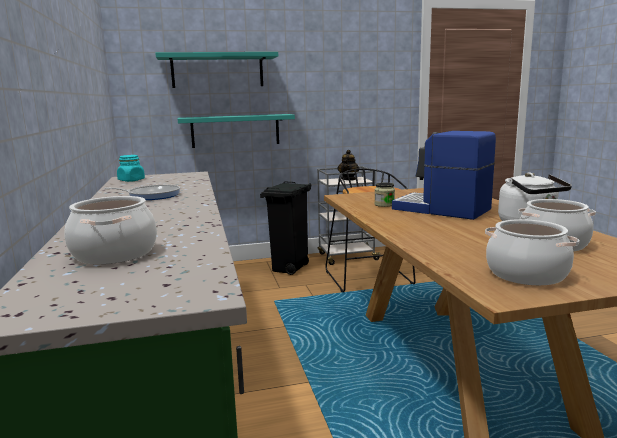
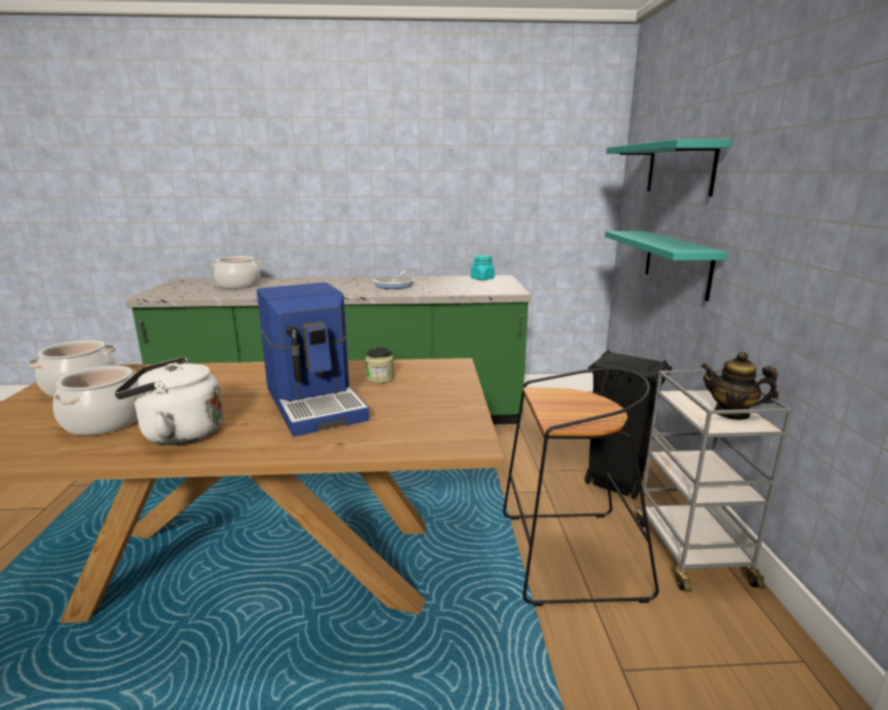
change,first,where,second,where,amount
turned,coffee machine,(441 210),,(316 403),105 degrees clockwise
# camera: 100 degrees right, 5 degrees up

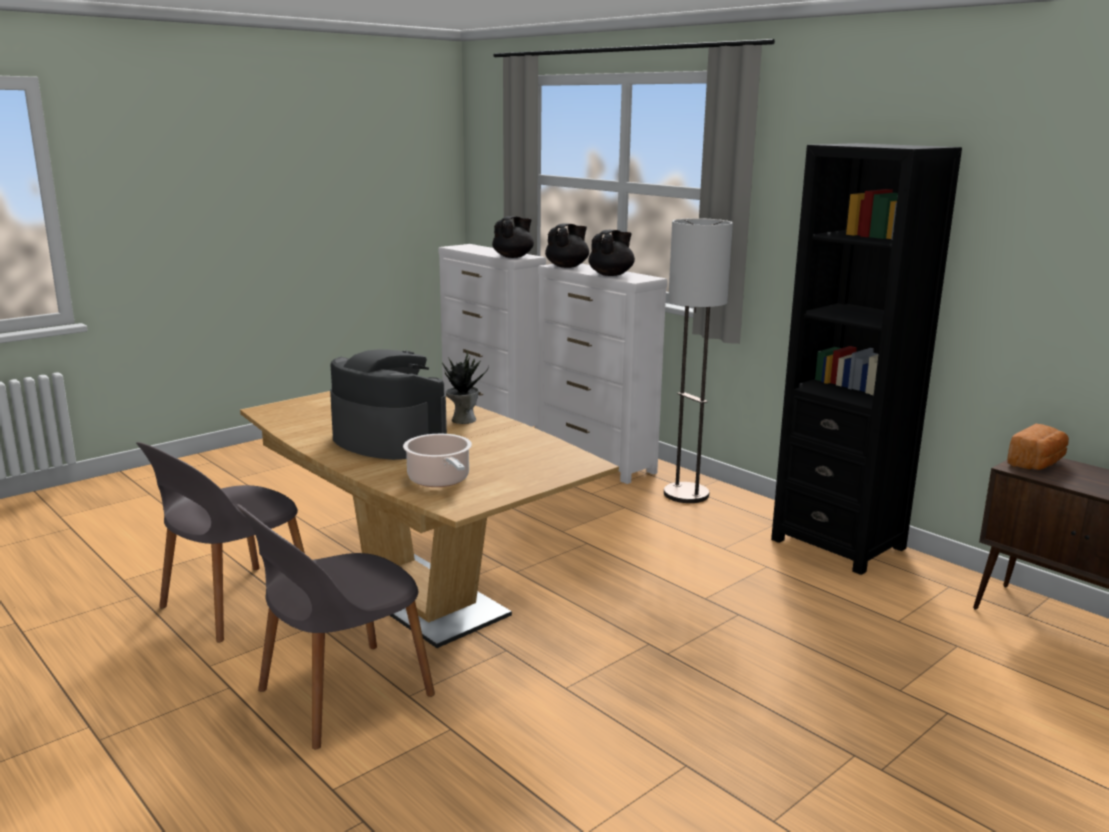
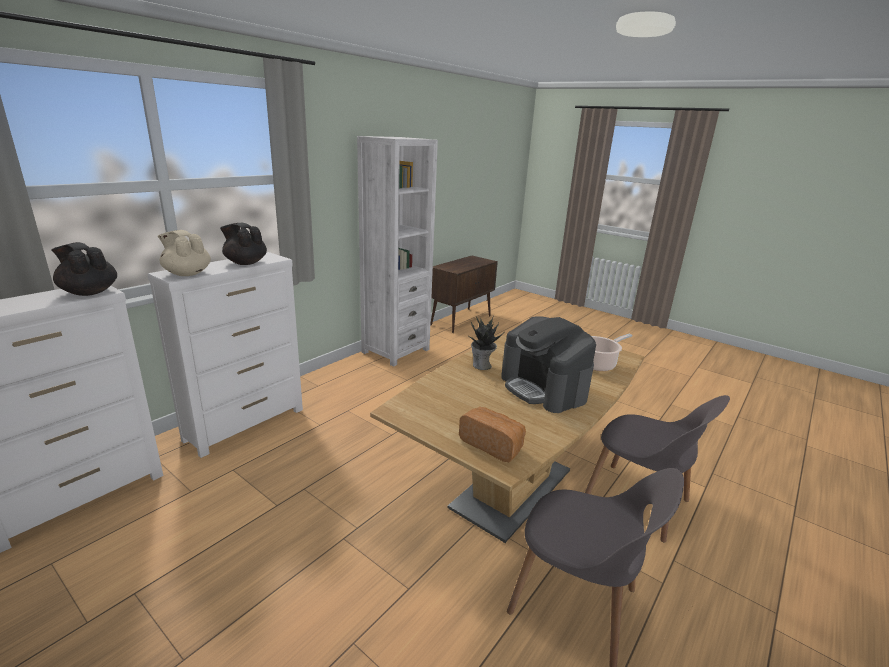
change,first,where,second,where,amount
recoloured,blackish bookcase,(838 544),white-coloured bookcase,(395 351),
removed,standing lamp,(686 494),,,
recoloured,blackish pot for tea,(567 266),sand-coloured pot for tea,(187 273),
turned,coffee machine,(388 440),,(544 388),60 degrees counterclockwise
moved,bakery bread,(1037 463),,(492 444),
# camera: 100 degrees left, 5 degrees up

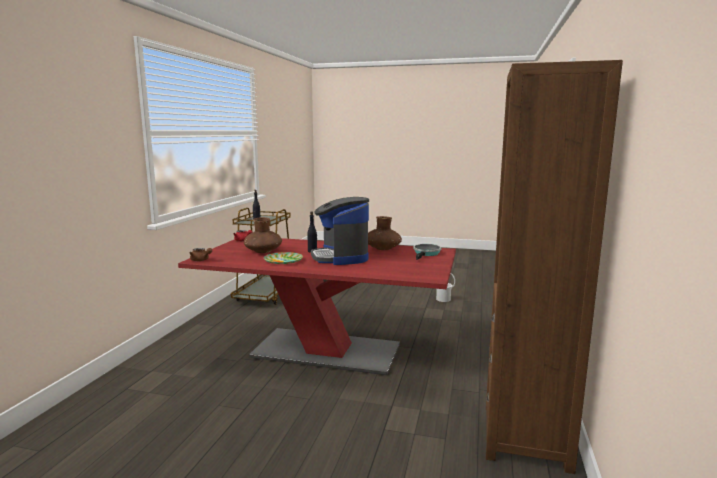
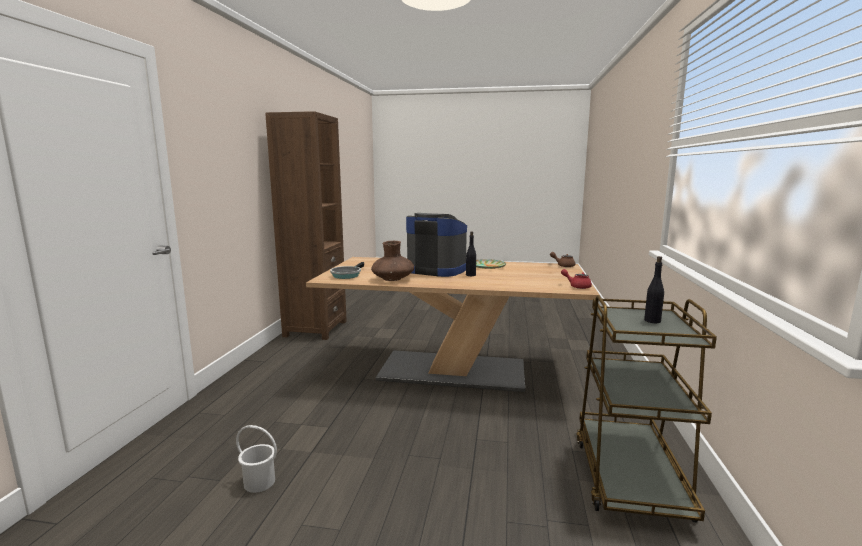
change,first,where,second,where,amount
turned,coffee machine,(340 257),,(436 270),45 degrees counterclockwise
removed,brown-coloured flower vase,(263 251),,,
recoloured,red-coloured dinner table,(326 351),sand-coloured dinner table,(452 371),
# camera: 175 degrees right, 0 degrees up

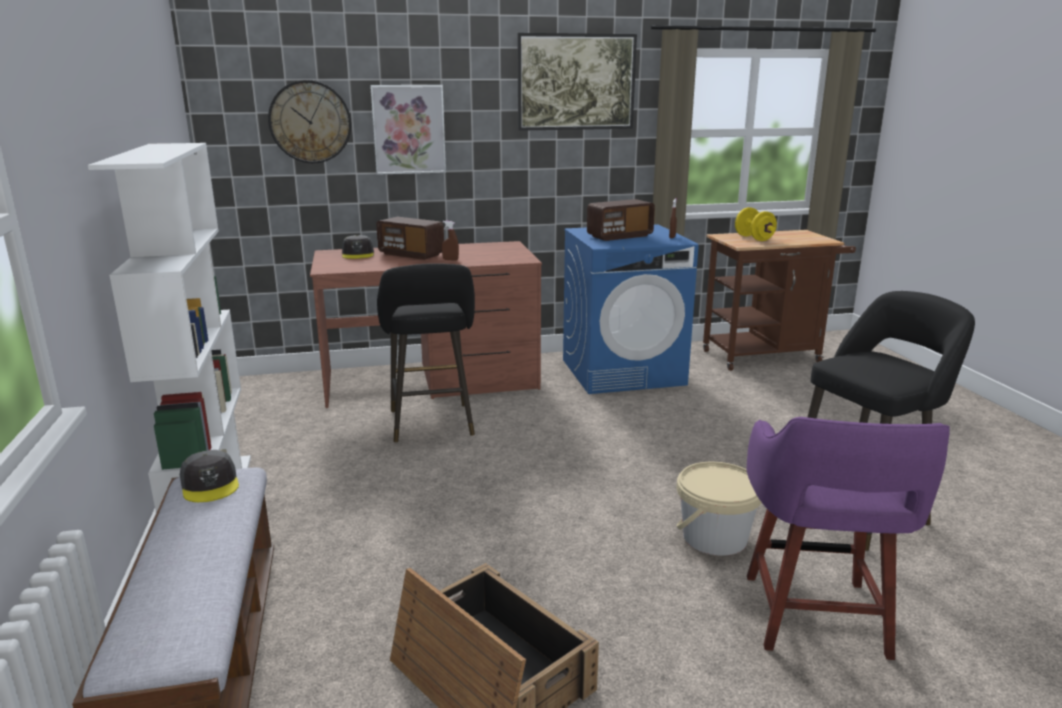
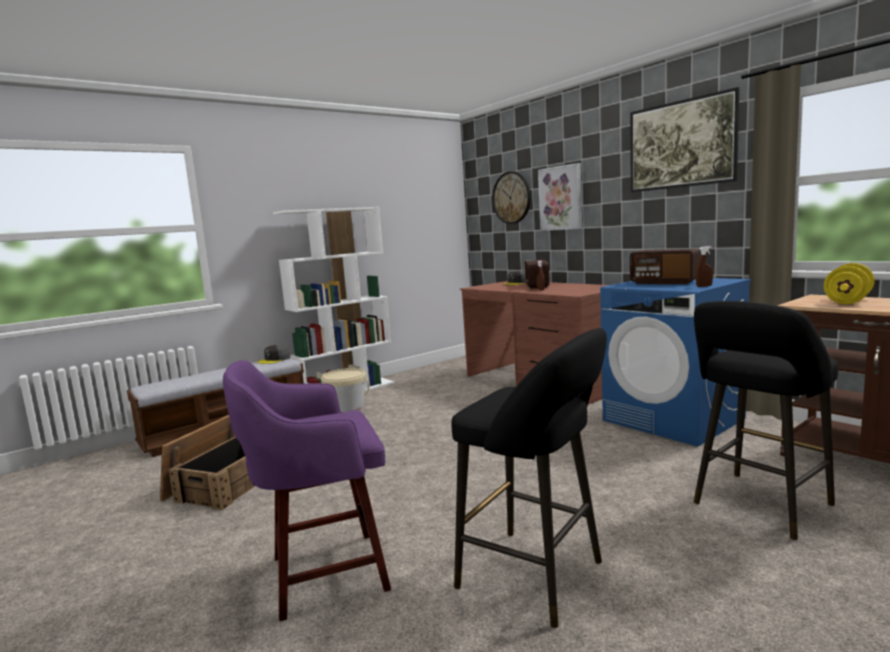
change,first,where,second,where,amount
moved,blackish stool,(432 425),,(758 506),
moved,sand-coloured water bucket,(714 537),,(346 406),
# camera: 65 degrees right, 10 degrees down

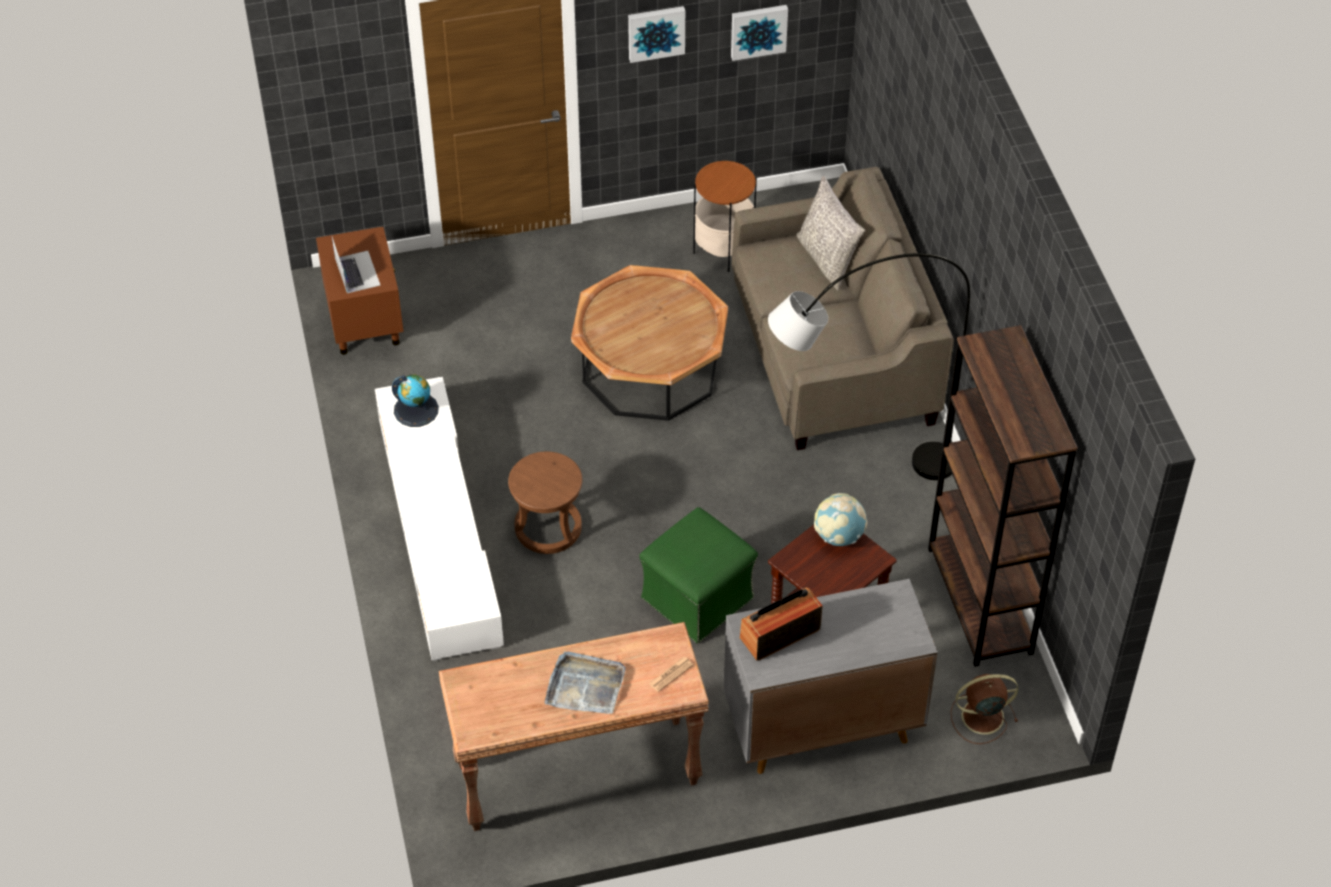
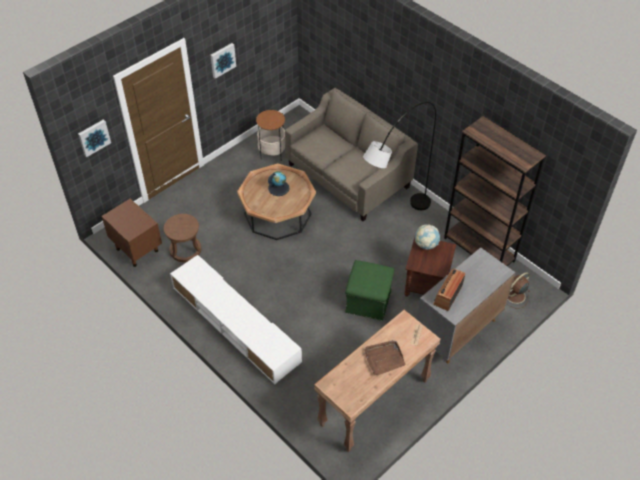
change,first,where,second,where,amount
moved,wall picture,(758 30),,(93 137),
removed,grey pillow,(827 259),,,
removed,notebook computer,(357 271),,,
moved,desk globe,(416 409),,(278 188),
moved,brown-coloured stool,(548 528),,(185 250),
recoloured,grey tray,(585 686),brown-coloured tray,(384 358),
# camera: 30 degrees left, 0 degrees up

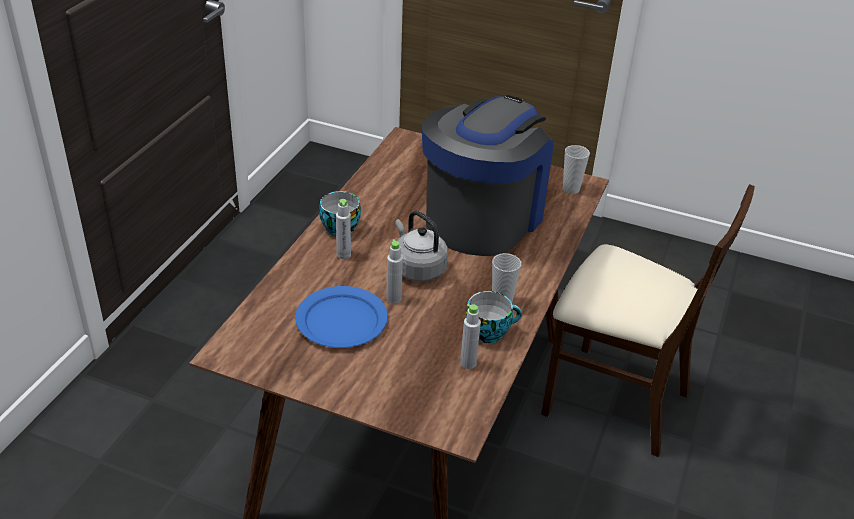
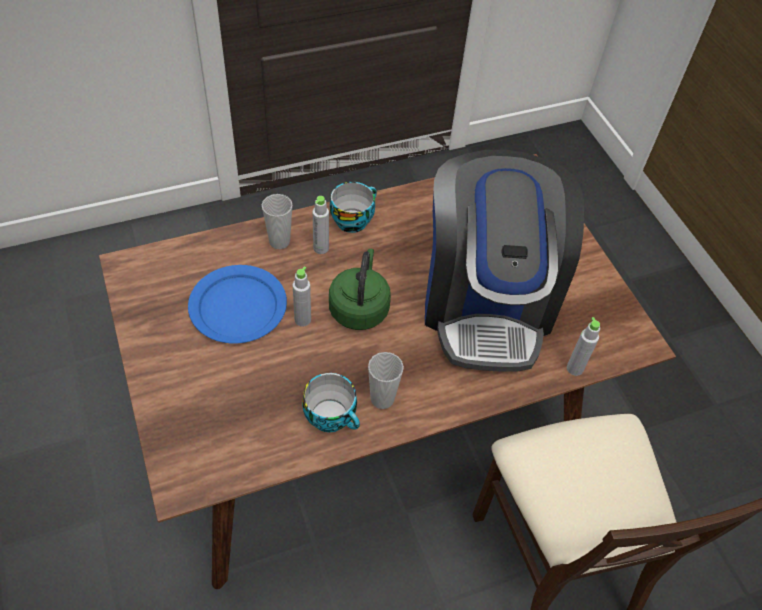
change,first,where,second,where,amount
turned,coffee machine,(483 217),,(487 302),105 degrees clockwise
moved,cup,(571 189),,(279 241),
recoloured,grey kettle,(417 268),greenish kettle,(359 307),
moved,grey drink bottle,(468 363),,(574 368),
# camera: 45 degrees right, 15 degrees up

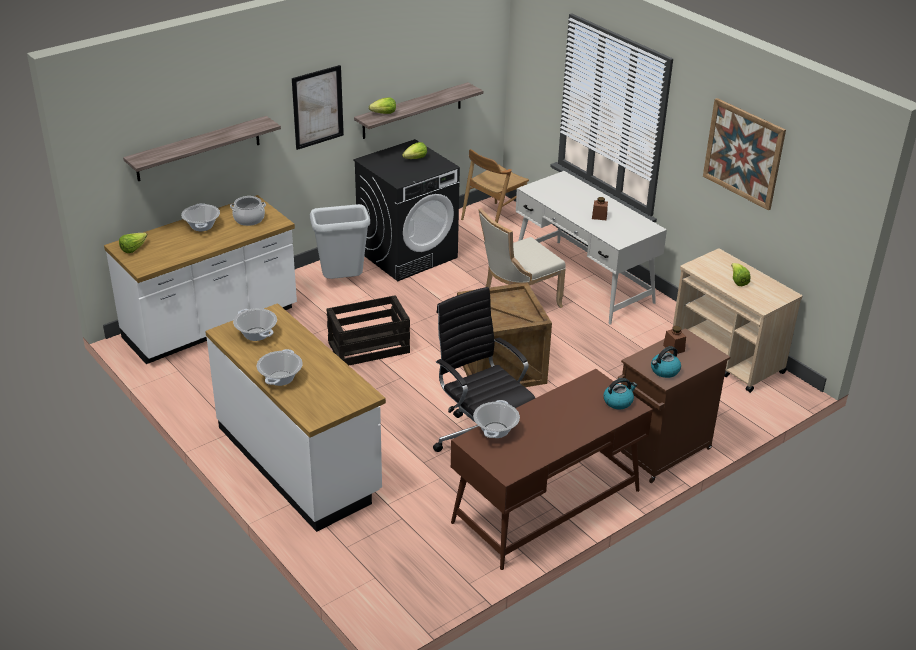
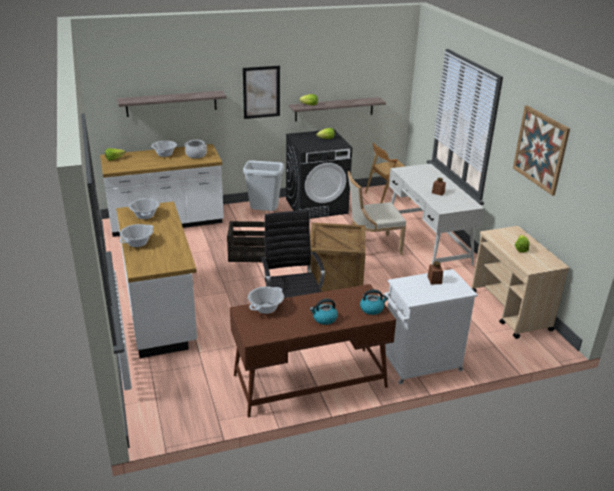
change,first,where,second,where,amount
recoloured,brown-coloured storage cabinet,(660 452),white-coloured storage cabinet,(419 364),
moved,kettle,(664 371),,(324 319),
# camera: 20 degrees right, 5 degrees down

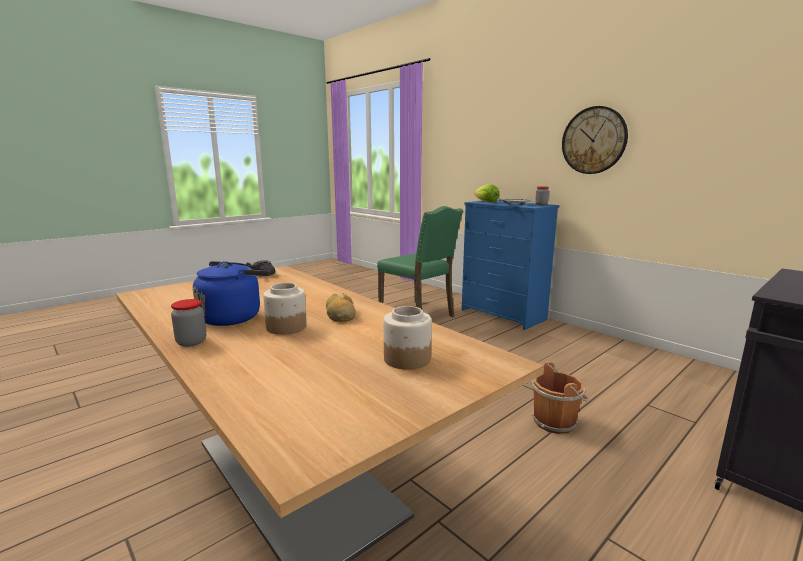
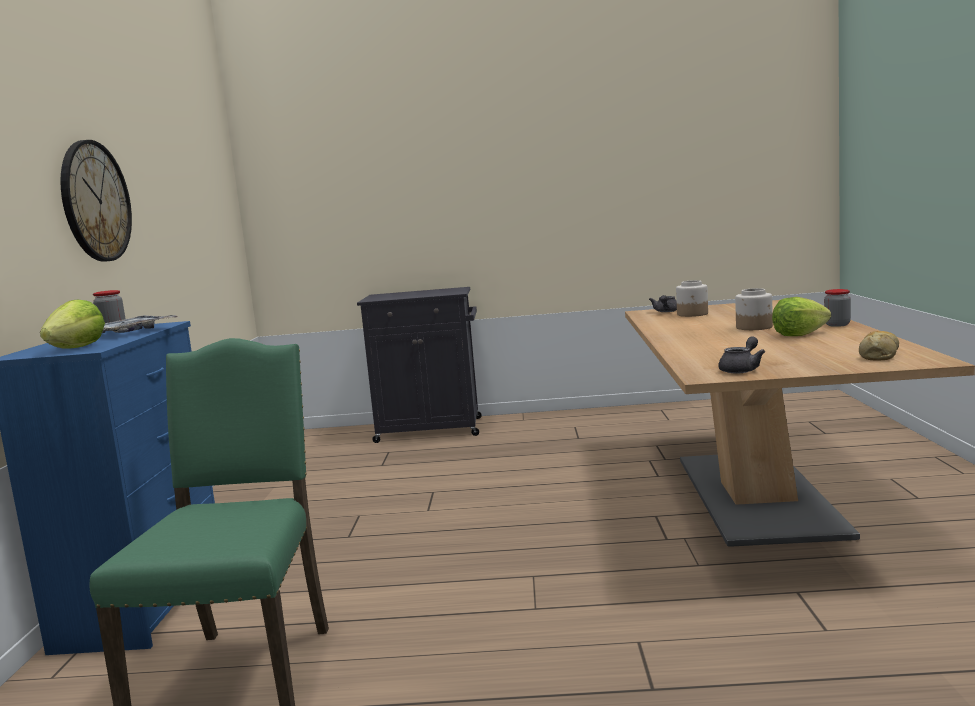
change,first,where,second,where,amount
replaced,blue-coloured kettle,(233 317),head of lettuce,(799 334),
moved,bakery bread,(340 315),,(879 355),
removed,brown-coloured water bucket,(556 421),,,
added,,,grey pot for tea,(665 312),
# camera: 135 degrees left, 5 degrees down

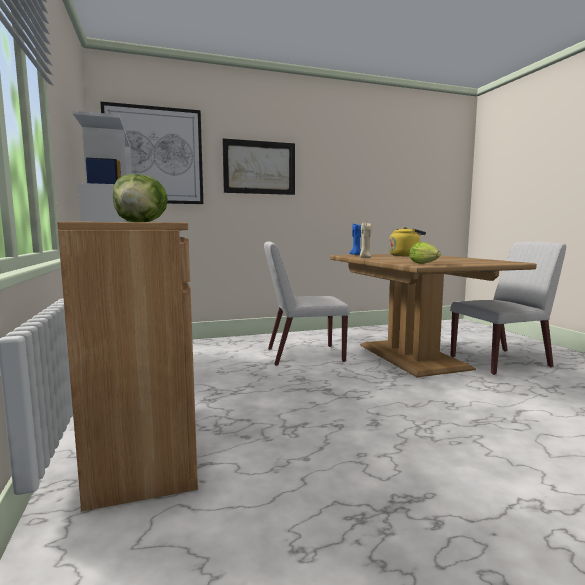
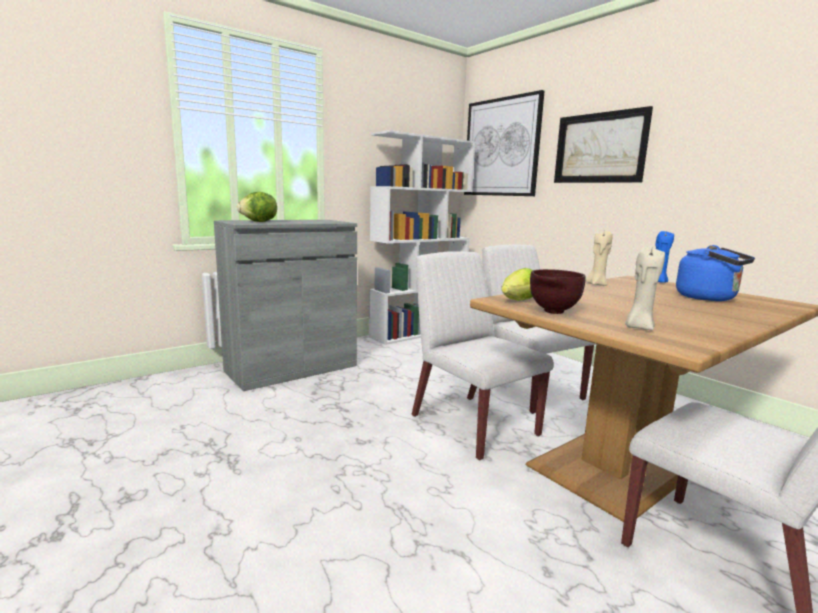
change,first,where,second,where,amount
recoloured,brown-coloured storage cabinet,(145 446),grey storage cabinet,(291 368),
recoloured,yellowish kettle,(405 255),blue-coloured kettle,(709 298),
added,,,sand-coloured wax light,(638 327),
added,,,white-coloured plain chair,(472 424),
added,,,brown-coloured deep dish,(552 312),
# camera: 70 degrees right, 5 degrees up

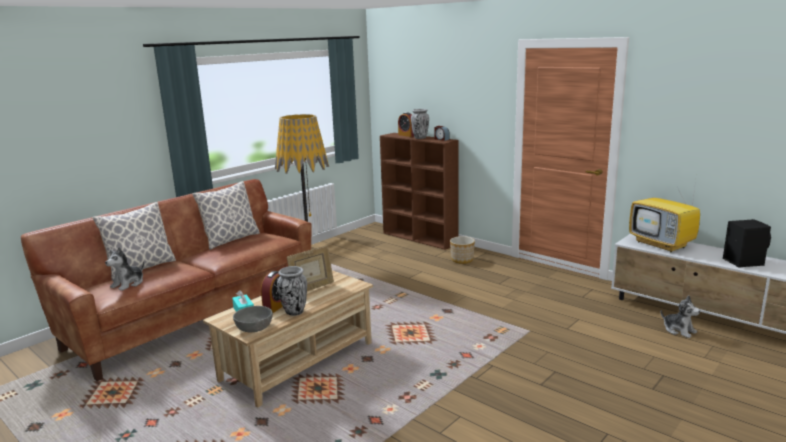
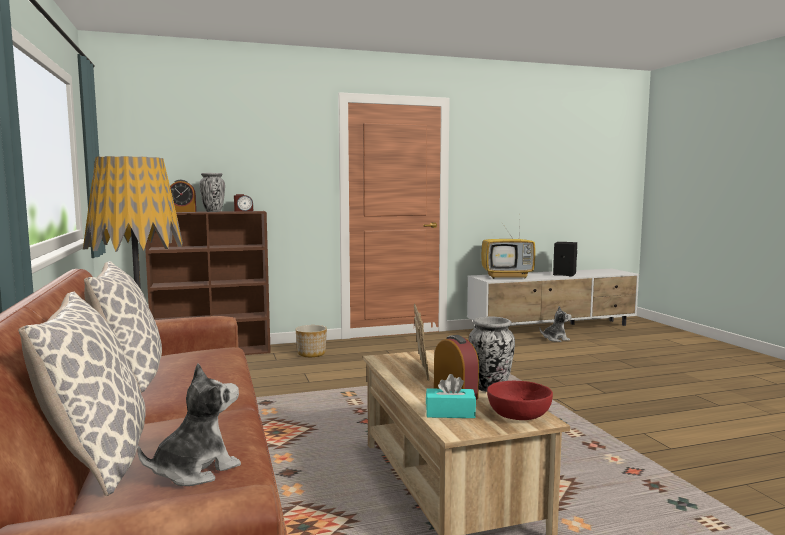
change,first,where,second,where,amount
turned,soft toy,(128 284),,(195 470),105 degrees counterclockwise
recoloured,grey deep dish,(254 327),red-coloured deep dish,(518 414),
# camera: 60 degrees left, 10 degrees down

